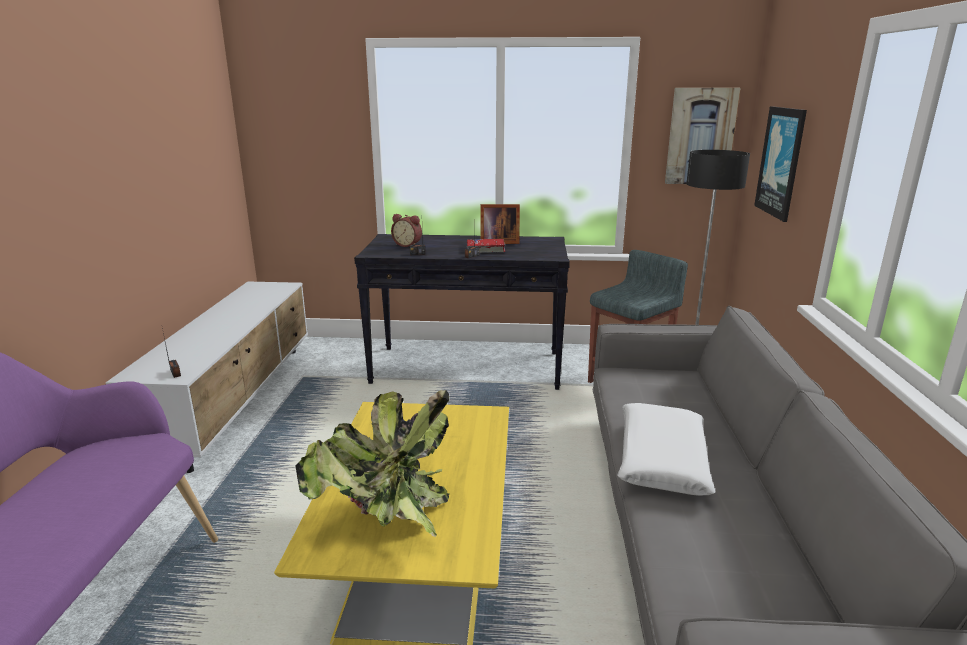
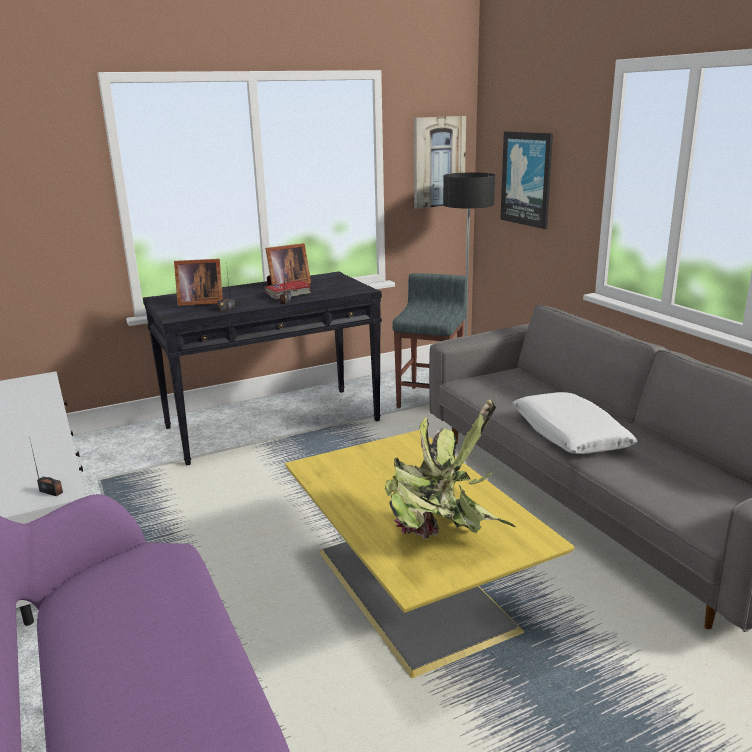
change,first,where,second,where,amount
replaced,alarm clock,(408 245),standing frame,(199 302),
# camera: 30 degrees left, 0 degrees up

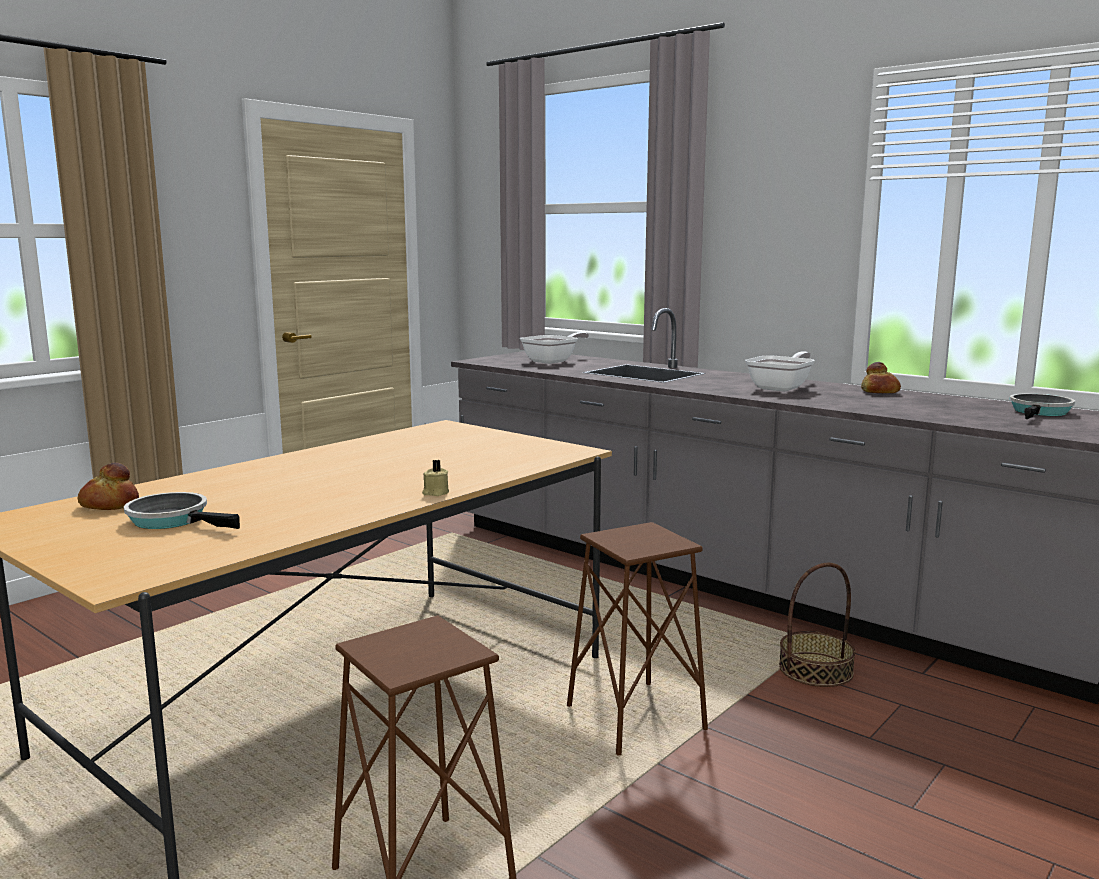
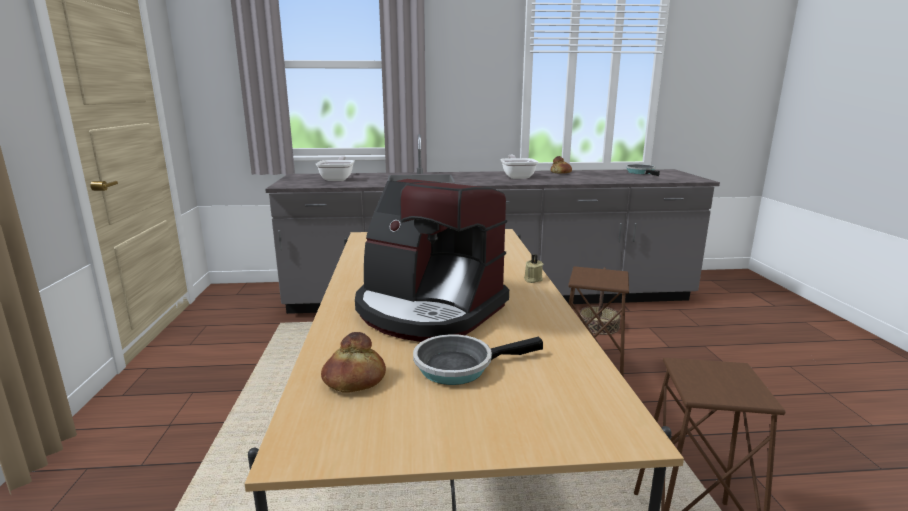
change,first,where,second,where,amount
added,,,coffee machine,(428 310),
# camera: 45 degrees left, 5 degrees up

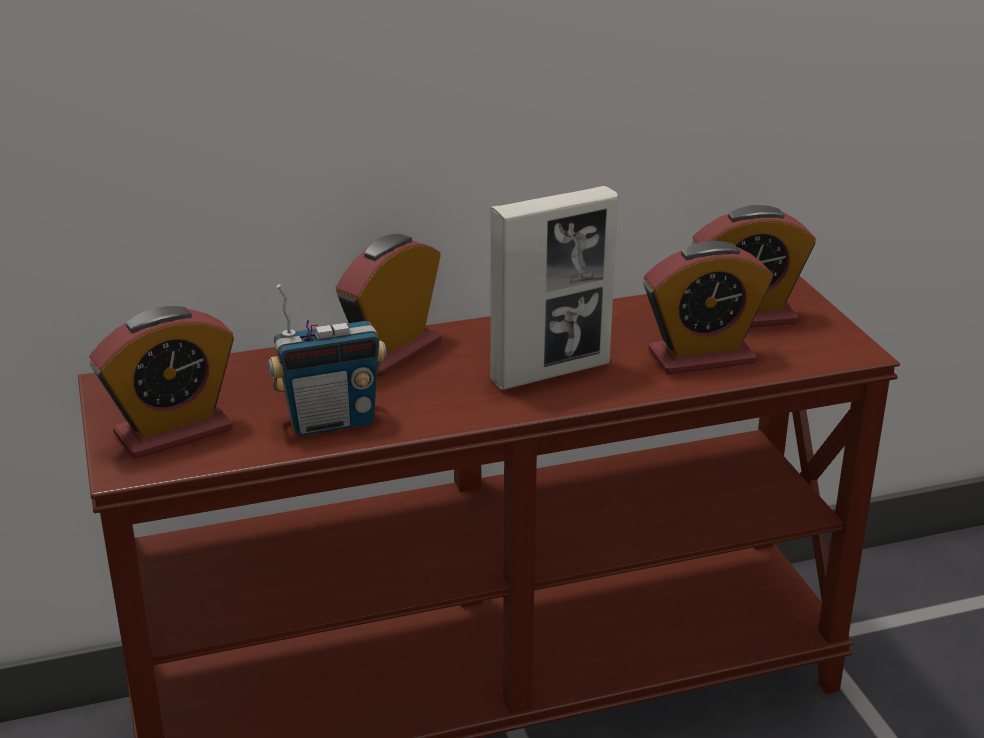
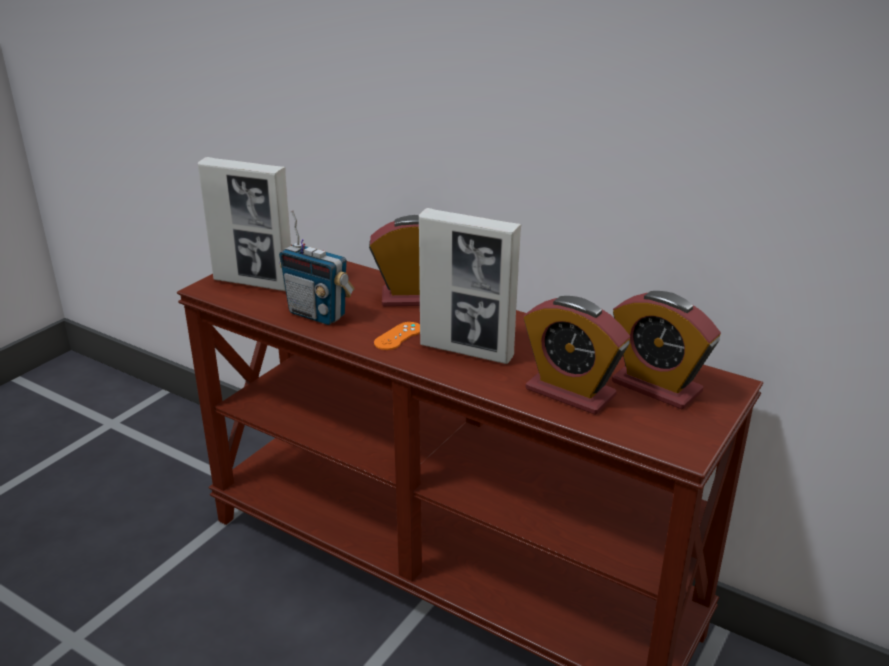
change,first,where,second,where,amount
replaced,alarm clock,(173 432),standing frame,(254 283),
added,,,orange gamepad,(398 336),
# camera: 50 degrees right, 0 degrees up

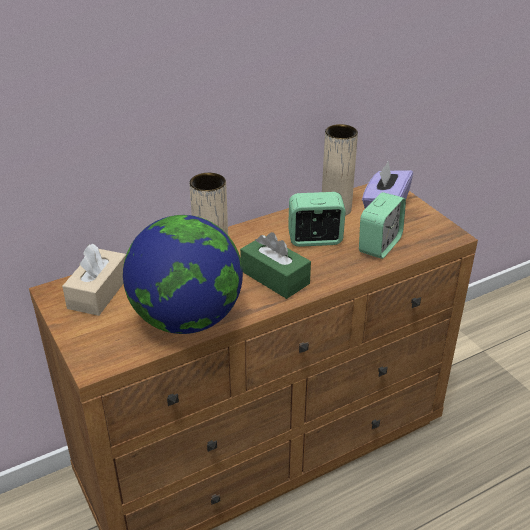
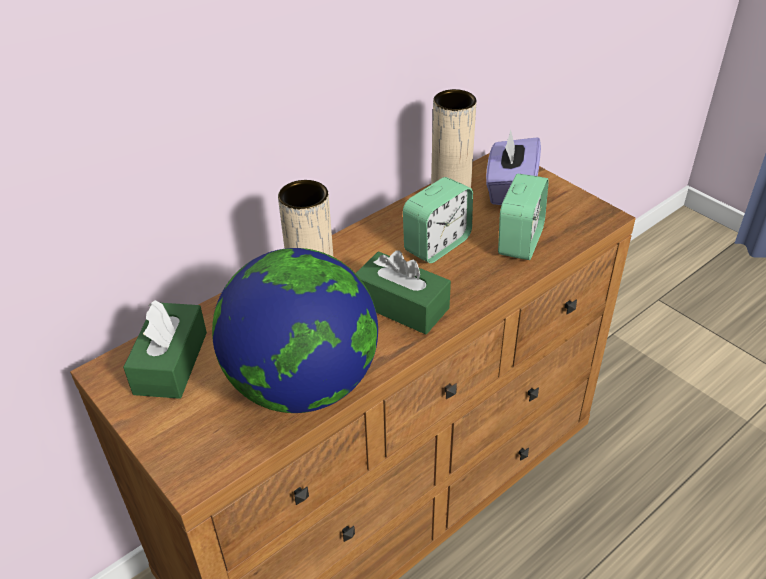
change,first,where,second,where,amount
turned,alarm clock,(315 240),,(437 245),150 degrees clockwise
recoloured,sand-coloured tissue holder,(98 292),greenish tissue holder,(171 363),
# camera: 10 degrees left, 5 degrees up

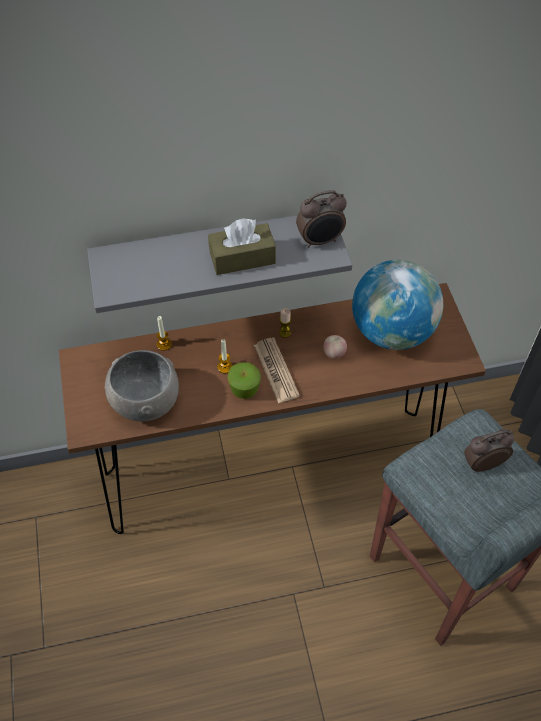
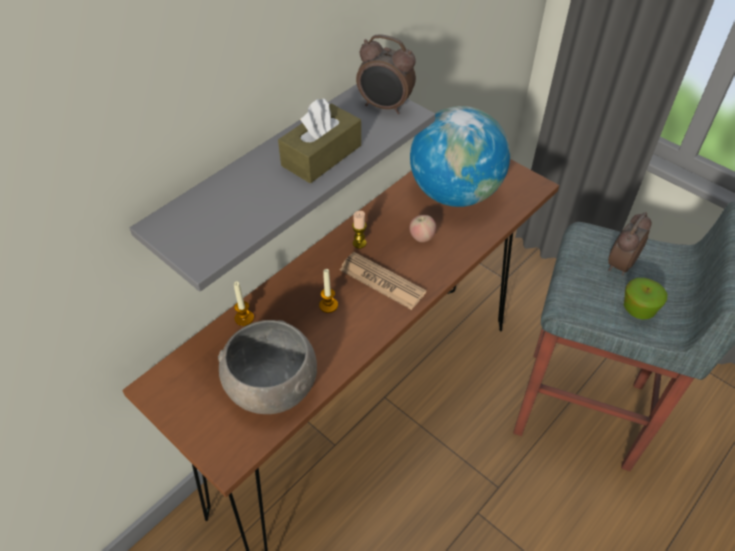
change,first,where,second,where,amount
turned,alarm clock,(320 241),,(385 107),75 degrees clockwise
moved,apple,(244 389),,(638 309),
# camera: 35 degrees left, 5 degrees down

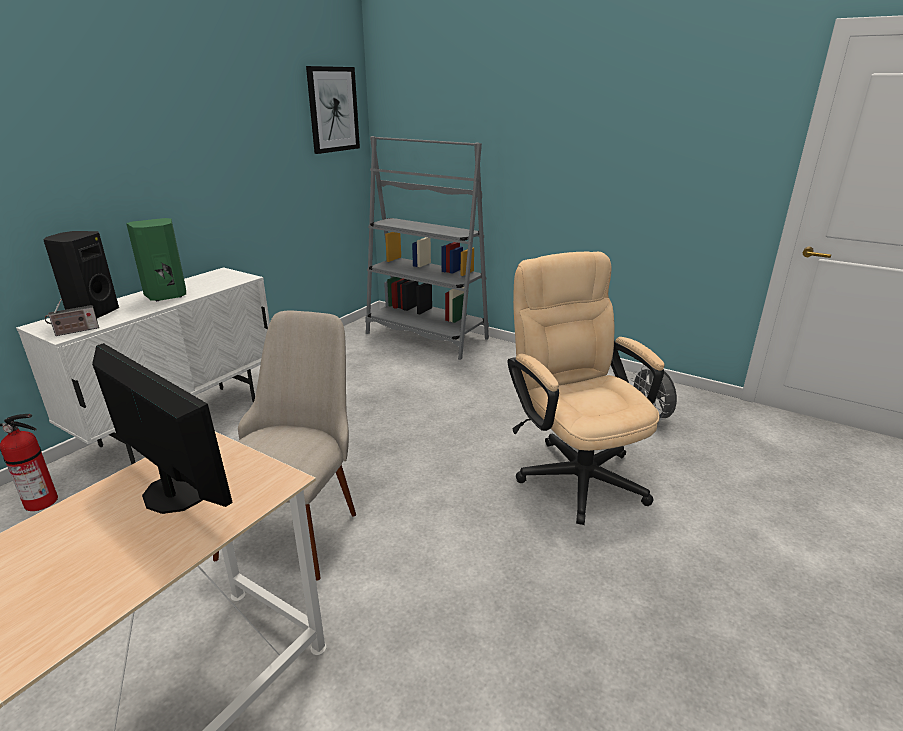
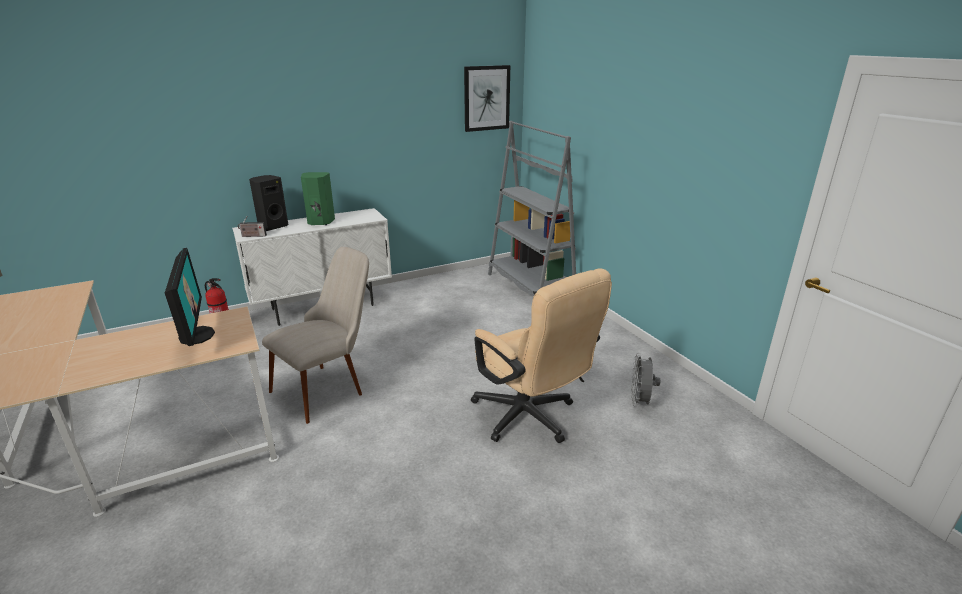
change,first,where,second,where,amount
turned,sand-coloured computer chair,(575 471),,(530 419),135 degrees clockwise
# camera: 30 degrees right, 0 degrees up

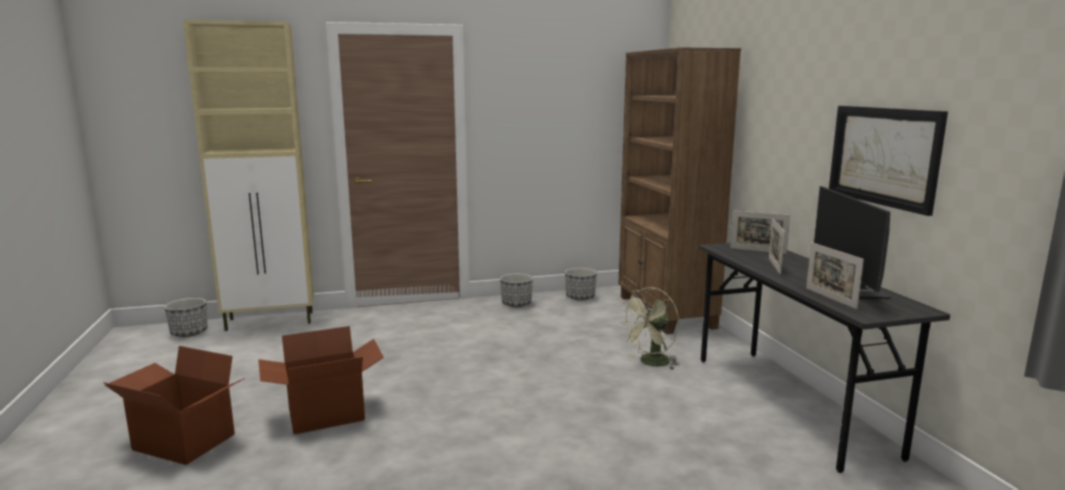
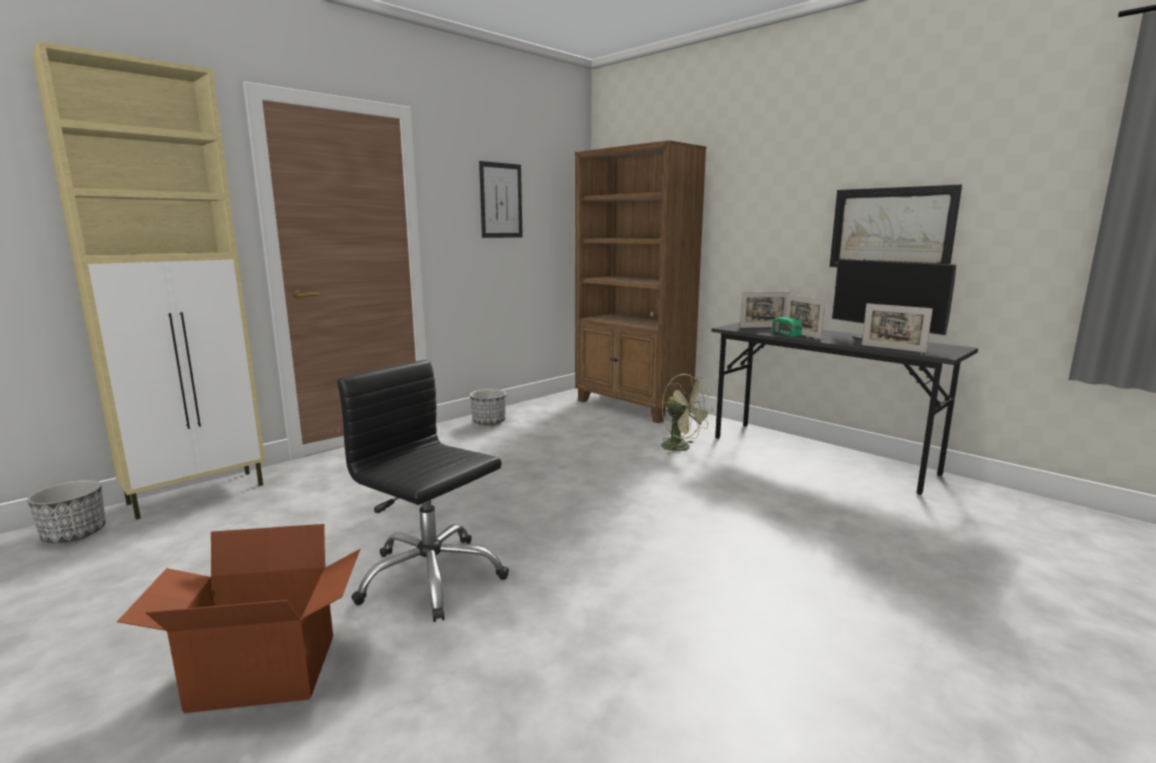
change,first,where,second,where,amount
removed,flower pot,(580 297),,,
turned,greenish cooling fan,(651 363),,(681 448),60 degrees counterclockwise
replaced,packing box,(326 415),blackish computer chair,(430 577),
added,,,wall picture,(501 200),
added,,,radio,(786 335),
# camera: 30 degrees left, 0 degrees up

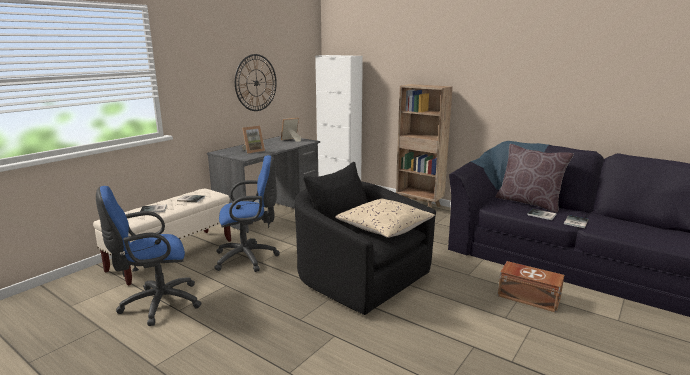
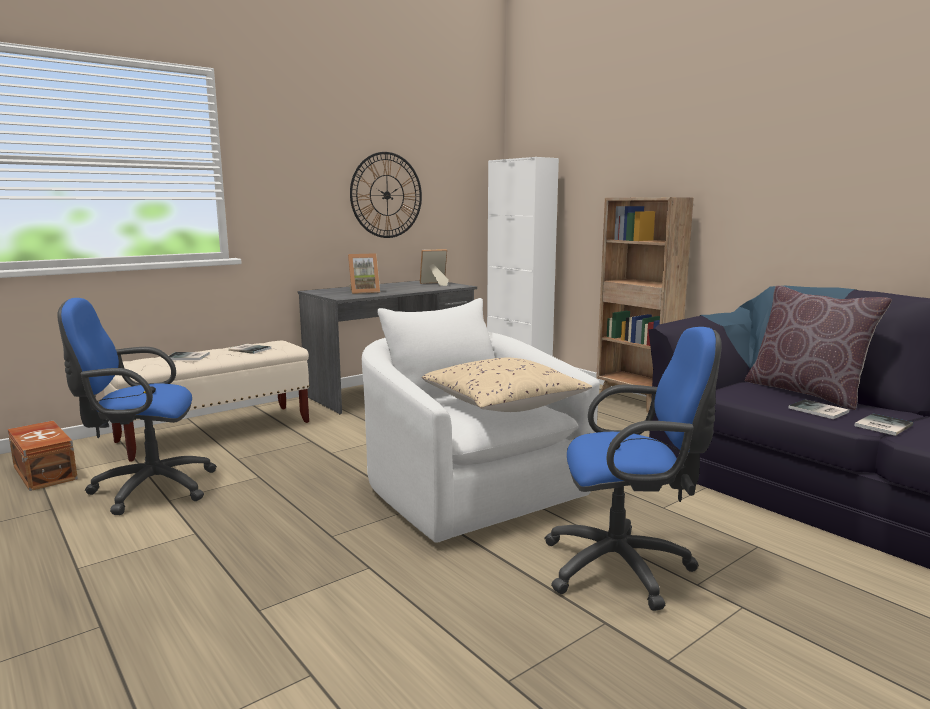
change,first,where,second,where,amount
moved,blue-coloured computer chair,(249 258),,(625 568),
recoloured,blackish armchair,(358 277),white-coloured armchair,(467 489),
moved,brown-coloured storage box,(527 297),,(46 471),
# camera: 15 degrees right, 5 degrees down

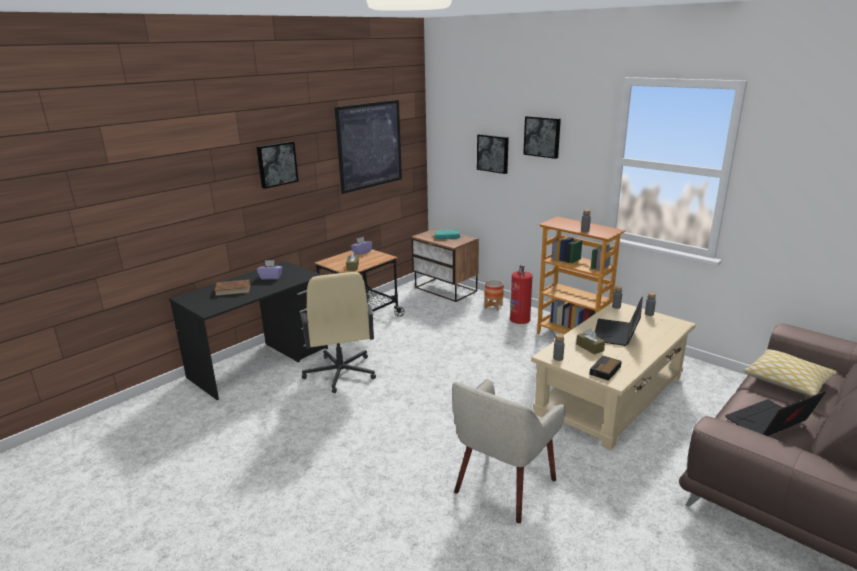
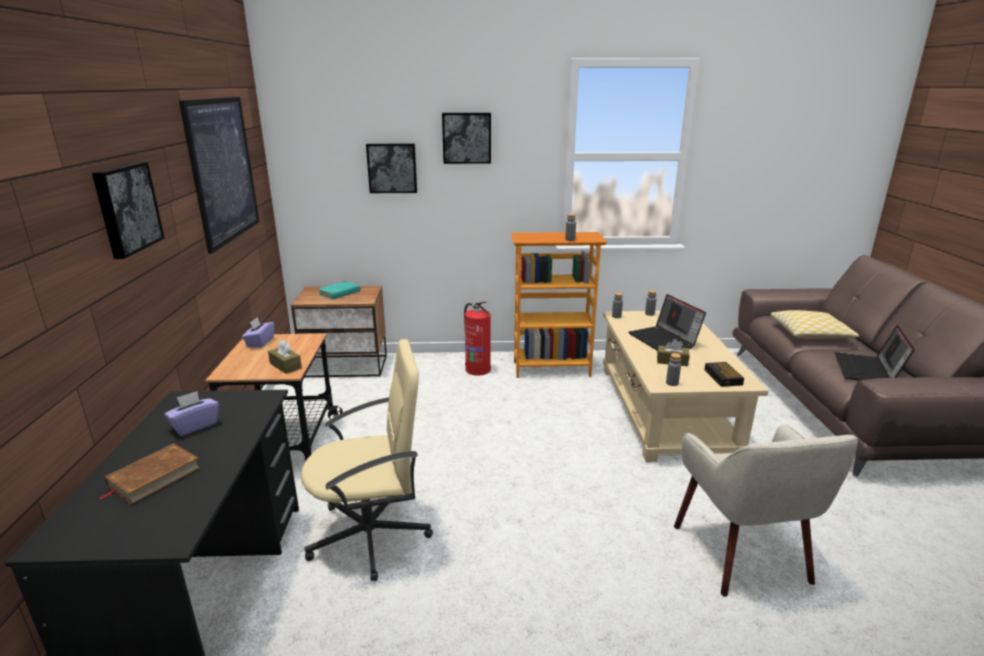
change,first,where,second,where,amount
turned,sand-coloured computer chair,(340 373),,(371 535),45 degrees counterclockwise
removed,flower pot,(493 306),,,
# camera: 45 degrees left, 0 degrees up

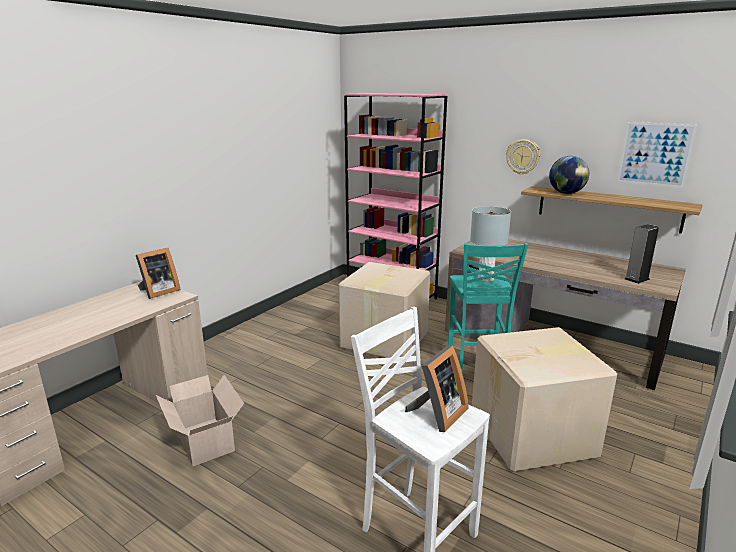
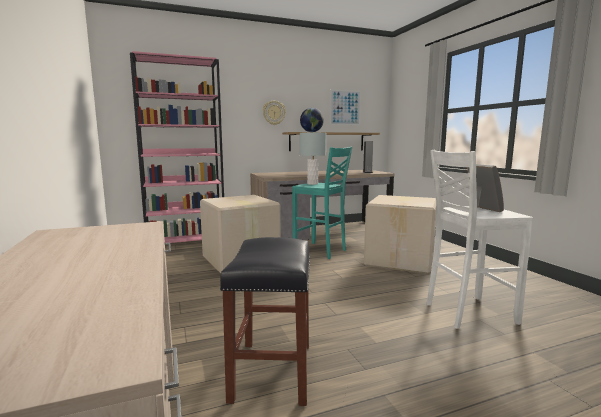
change,first,where,second,where,amount
removed,standing frame,(158 292),,,
replaced,packing box,(205 442),blackish stool,(273 372),
# camera: 55 degrees left, 10 degrees down

